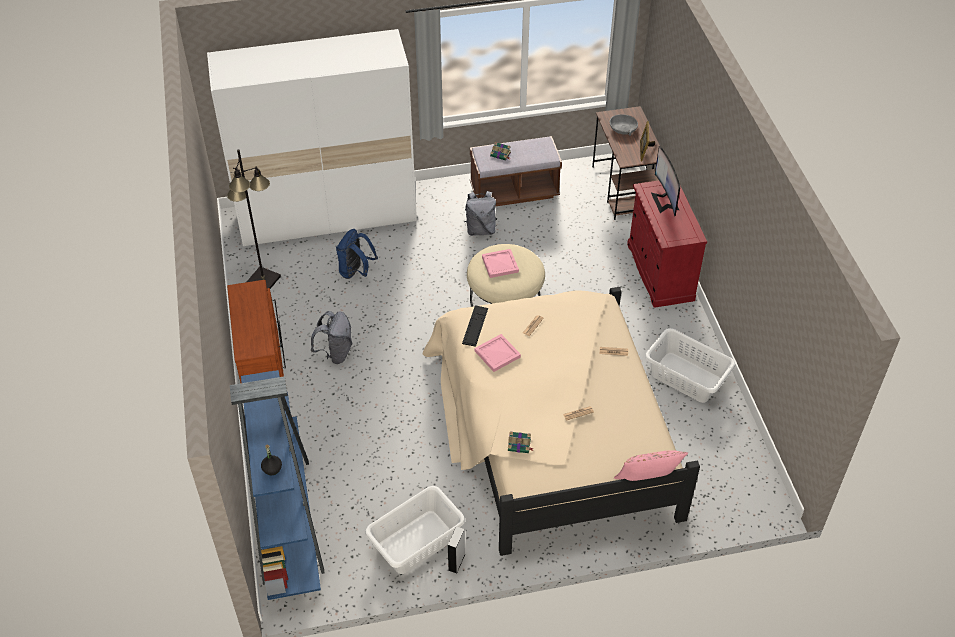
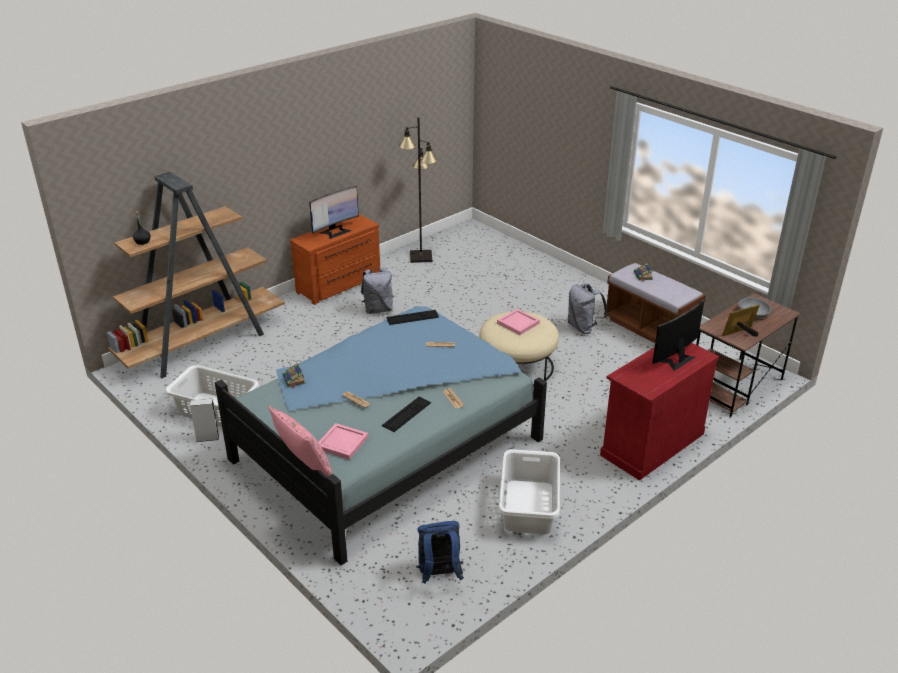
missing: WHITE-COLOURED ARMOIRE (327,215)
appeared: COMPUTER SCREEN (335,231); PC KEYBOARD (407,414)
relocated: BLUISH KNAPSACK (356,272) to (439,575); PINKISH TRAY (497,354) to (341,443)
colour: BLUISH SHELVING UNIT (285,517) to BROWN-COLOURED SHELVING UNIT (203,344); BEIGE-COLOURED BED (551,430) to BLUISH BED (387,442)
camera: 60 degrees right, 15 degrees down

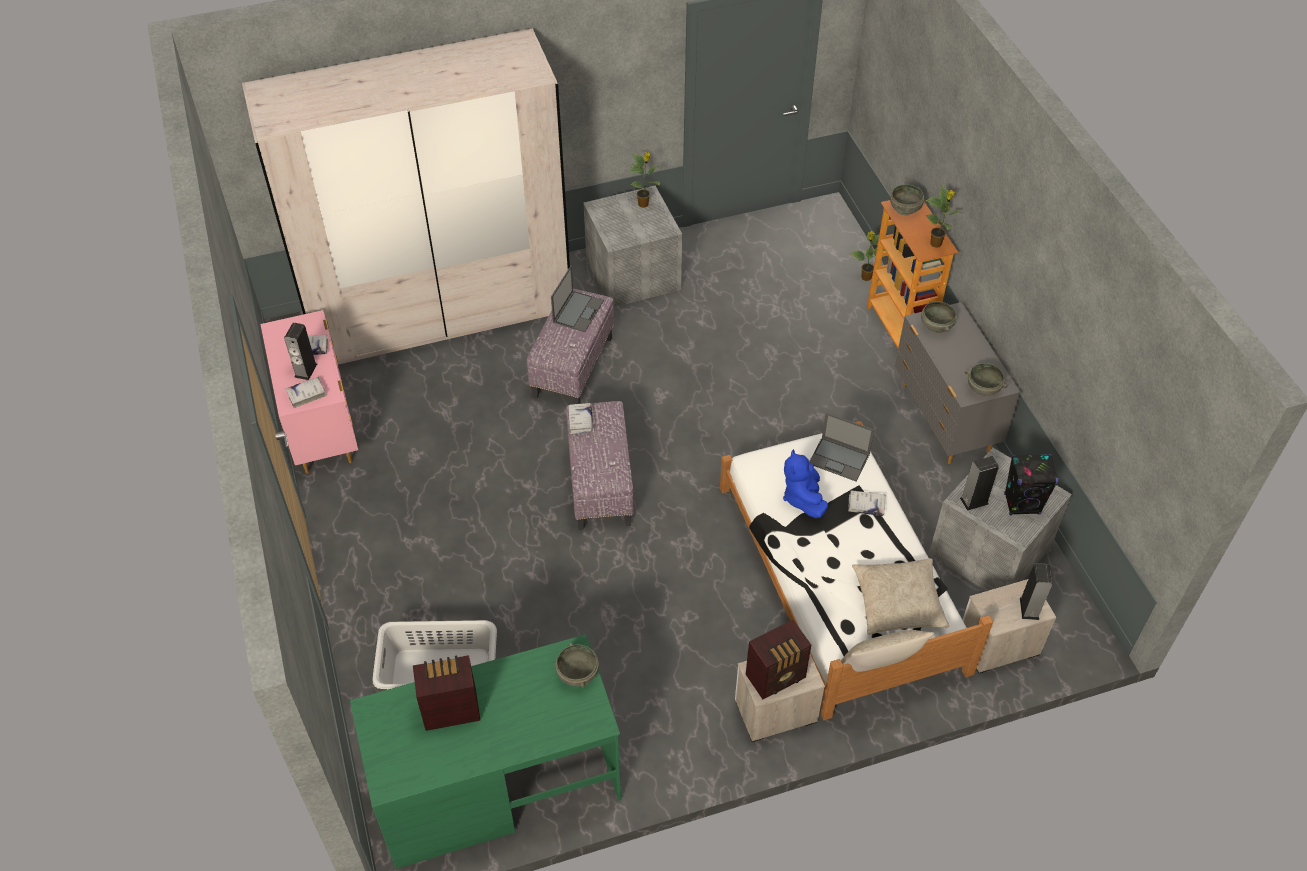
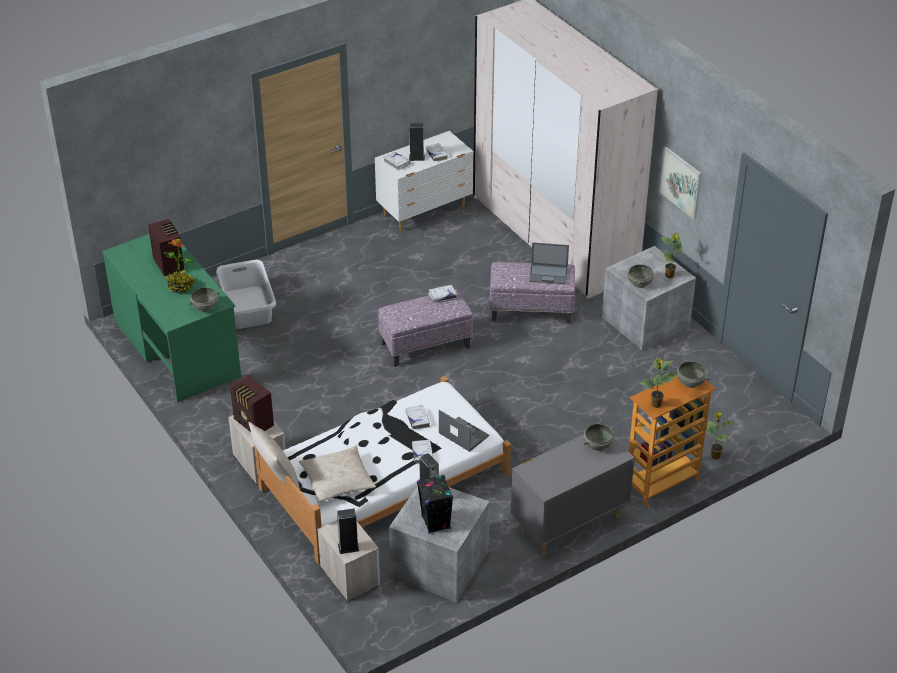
appeared: HOUSEPLANT (181,286); PICTURE (681,182)
relocated: GREYISH DEEP DISH (983,388) to (640,283)
exchanged: BLUISH CUDDLY TOY (803,498) to WHITE-COLOURED VOLUME (417,419)
colour: PINKISH CHEST OF DRAWERS (321,427) to WHITE-COLOURED CHEST OF DRAWERS (425,211)
spun: NOTEBOOK COMPUTER (839,459) = (463,434) 120 degrees clockwise
camera: 75 degrees right, 10 degrees down

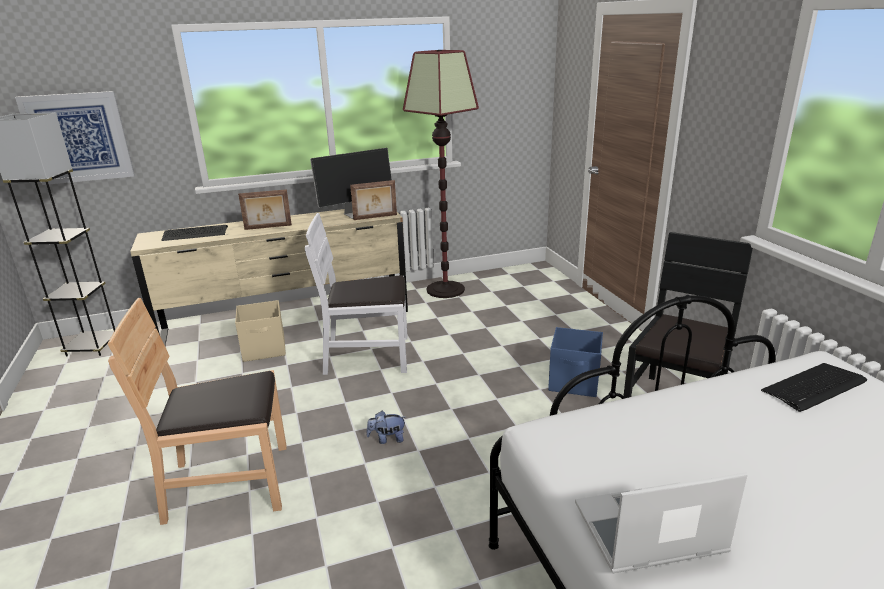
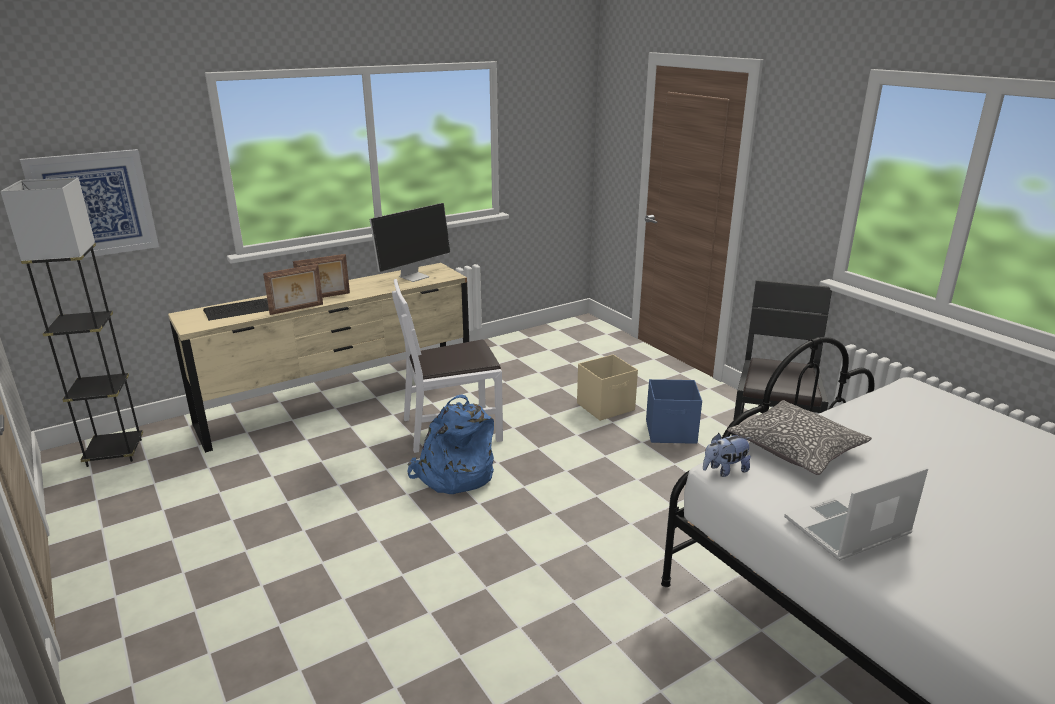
missing: BROWN-COLOURED PLAIN CHAIR (229,483); STANDARD LAMP (446,290); PC KEYBOARD (814,387)
appeared: BLUISH KNAPSACK (453,474); PILLOW (796,449)
relocated: BEIGE-COLOURED STORAGE CONTAINER (265,349) to (606,407); PHOTO FRAME (375,217) to (297,309); CUDDLY TOY (387,439) to (724,470)
camera: 15 degrees left, 0 degrees up

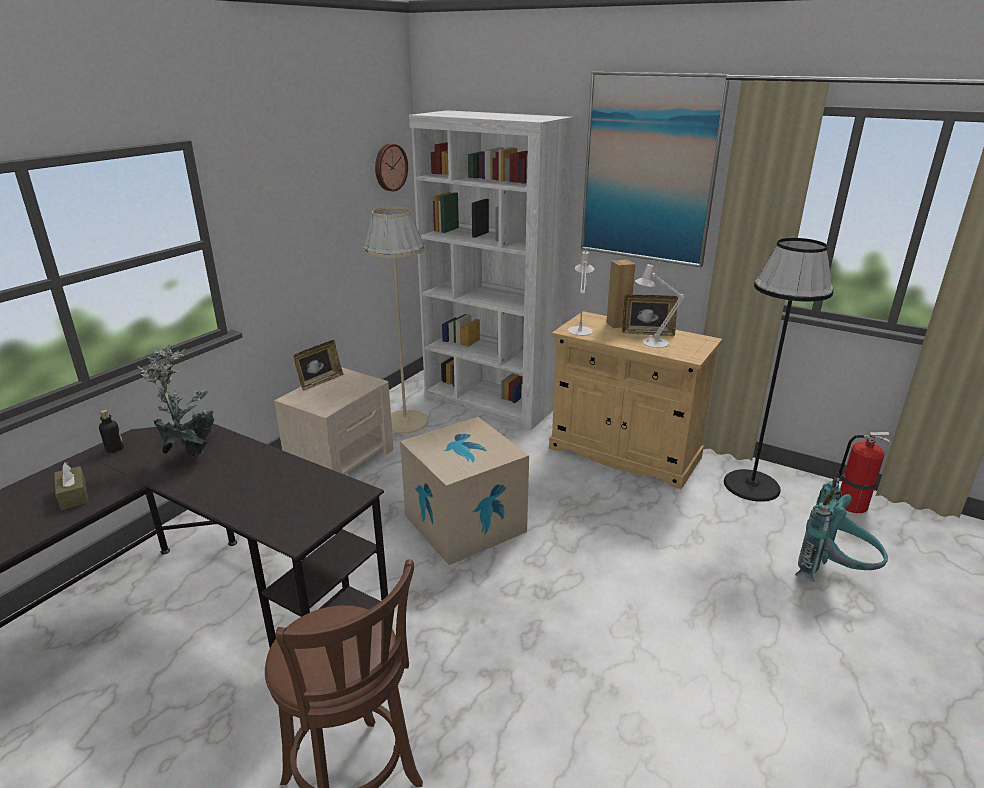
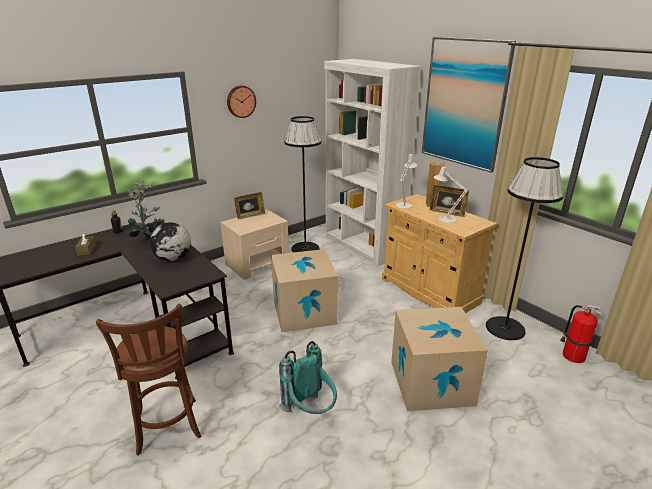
appeared: GLOBE (173,259); PACKING BOX (431,383)
relocated: CLOCK ON THE WALL (389,167) to (240,101); TURQUOISE KNAPSACK (833,574) to (311,411)
colour: BEIGE-COLOURED STANDARD LAMP (405,421) to BLACK-COLOURED STANDARD LAMP (305,248)
camera: 20 degrees right, 0 degrees up

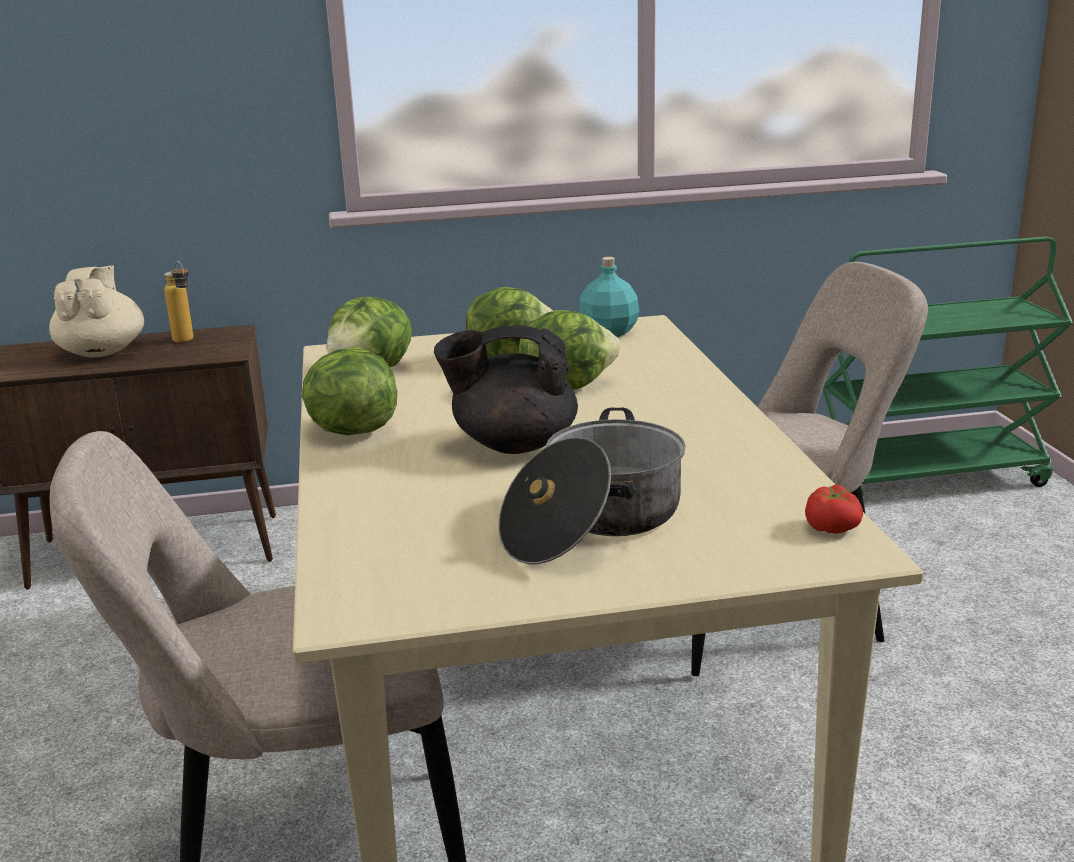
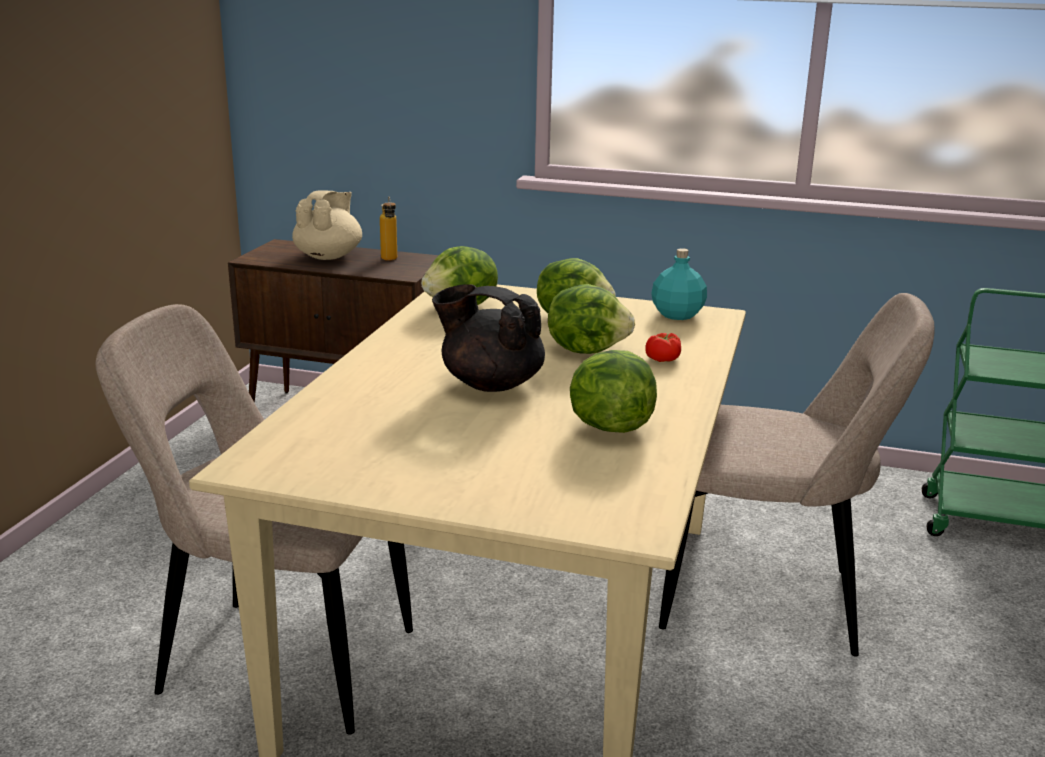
missing: SAUCEPOT (594,523)
relocated: LETTUCE HEAD (351,431) to (609,426); WHOLE TOMATO (833,527) to (663,359)
camera: 25 degrees right, 0 degrees up

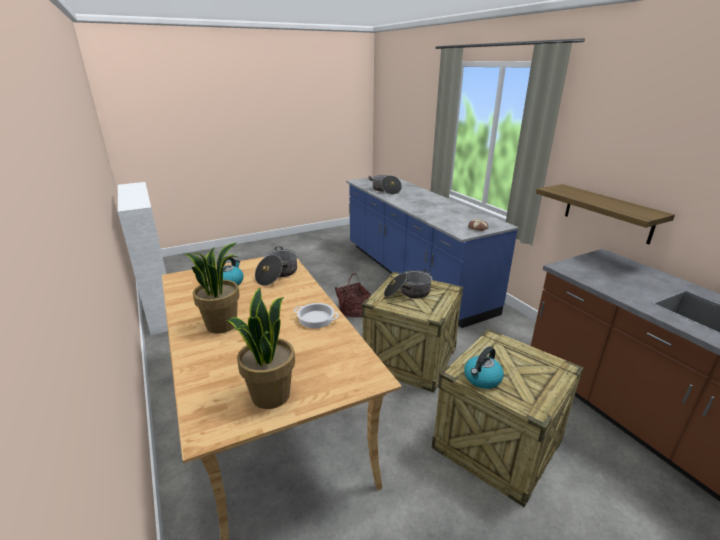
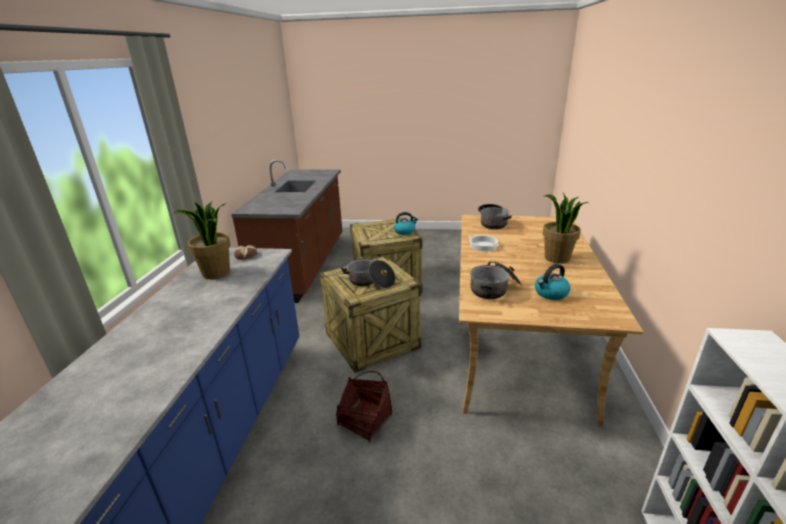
missing: BRACKET SHELF (608,213)
relocated: HOUSEPLANT (270,395) to (216,273); SAUCEPOT (385,190) to (492,223)
camera: 145 degrees left, 0 degrees up

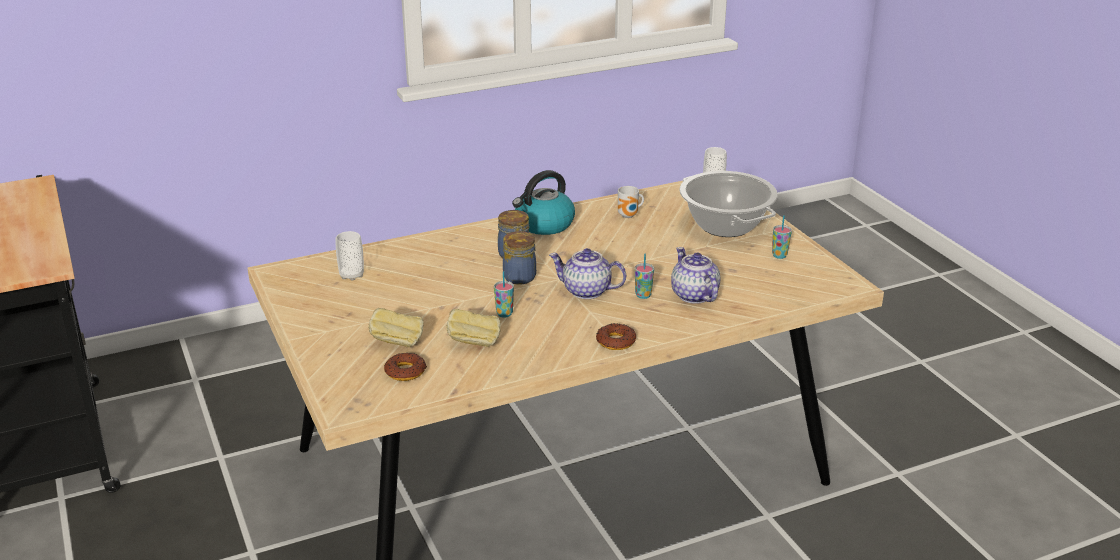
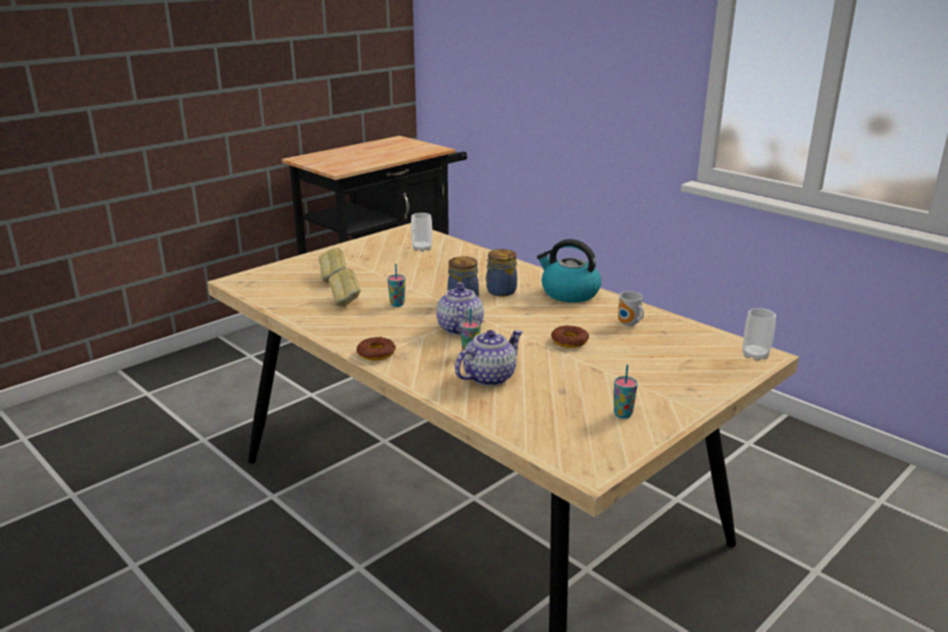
missing: SAUCEPOT (726,225)
relocated: DOUGHNUT (405,371) to (569,341)
camera: 70 degrees right, 5 degrees down

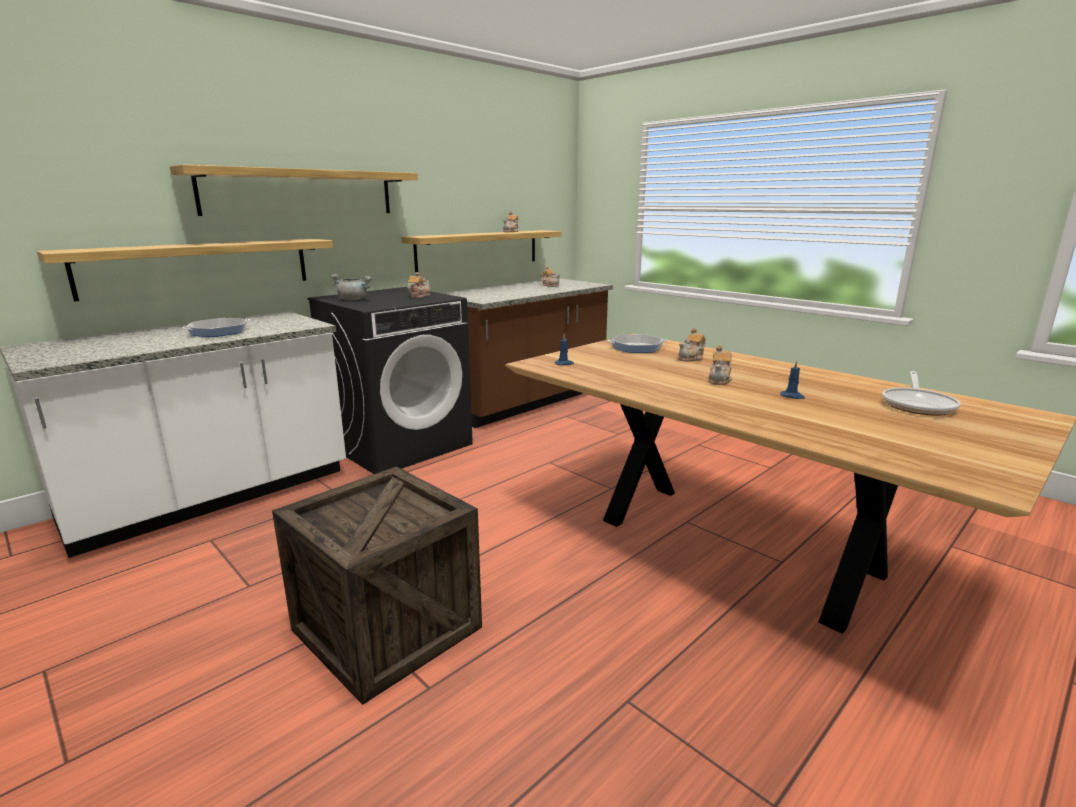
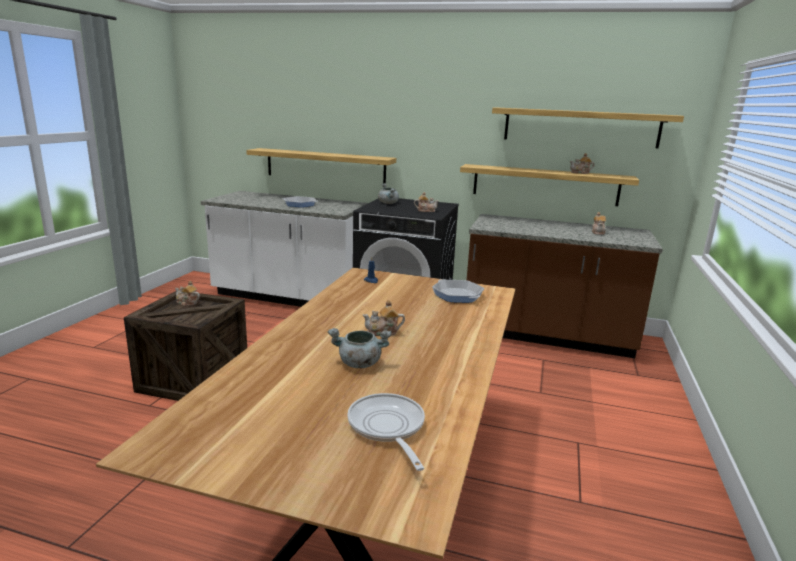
relocated: BRACKET SHELF (301,192) to (580,127); POT FOR TEA (691,358) to (187,303)
exchanged: BLUISH WAX CANDLE (792,396) to GREYISH SAUCEPOT (358,363)
spun: FRYING PAN (918,405) = (387,428) 75 degrees clockwise
camera: 60 degrees right, 0 degrees up

